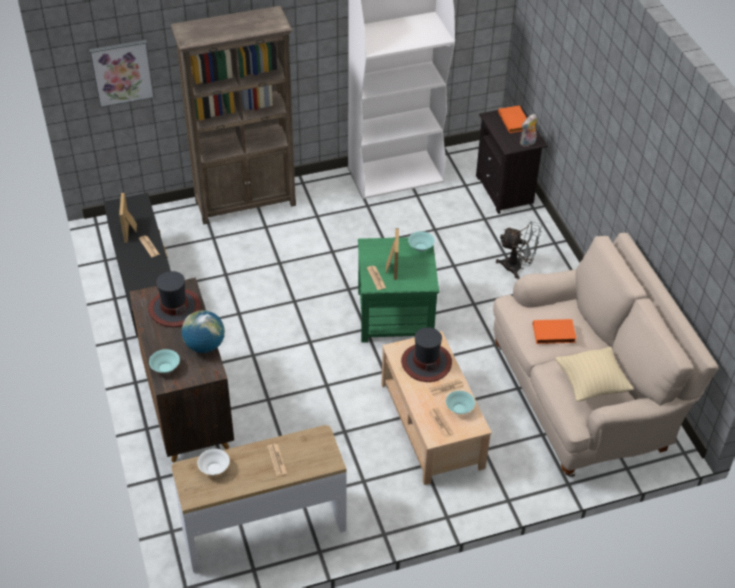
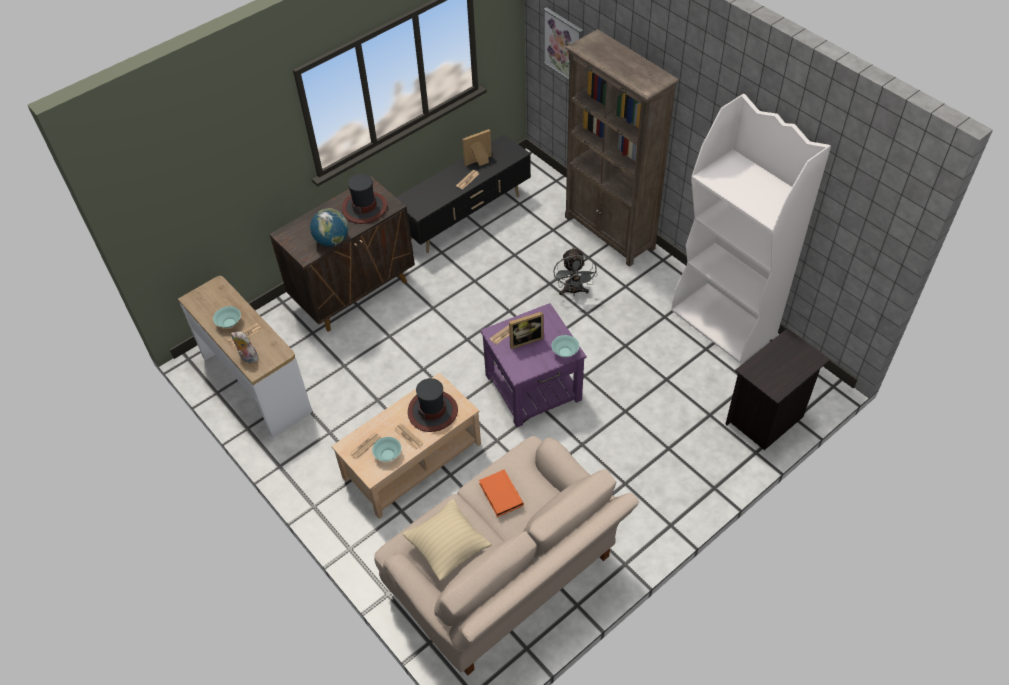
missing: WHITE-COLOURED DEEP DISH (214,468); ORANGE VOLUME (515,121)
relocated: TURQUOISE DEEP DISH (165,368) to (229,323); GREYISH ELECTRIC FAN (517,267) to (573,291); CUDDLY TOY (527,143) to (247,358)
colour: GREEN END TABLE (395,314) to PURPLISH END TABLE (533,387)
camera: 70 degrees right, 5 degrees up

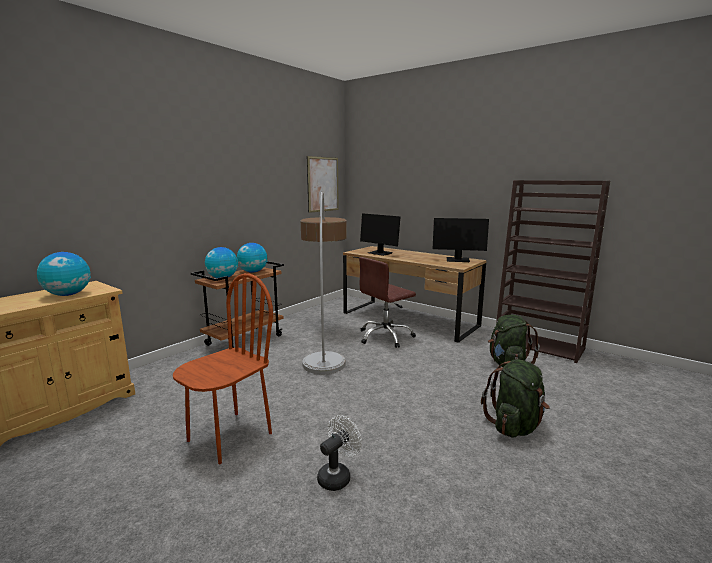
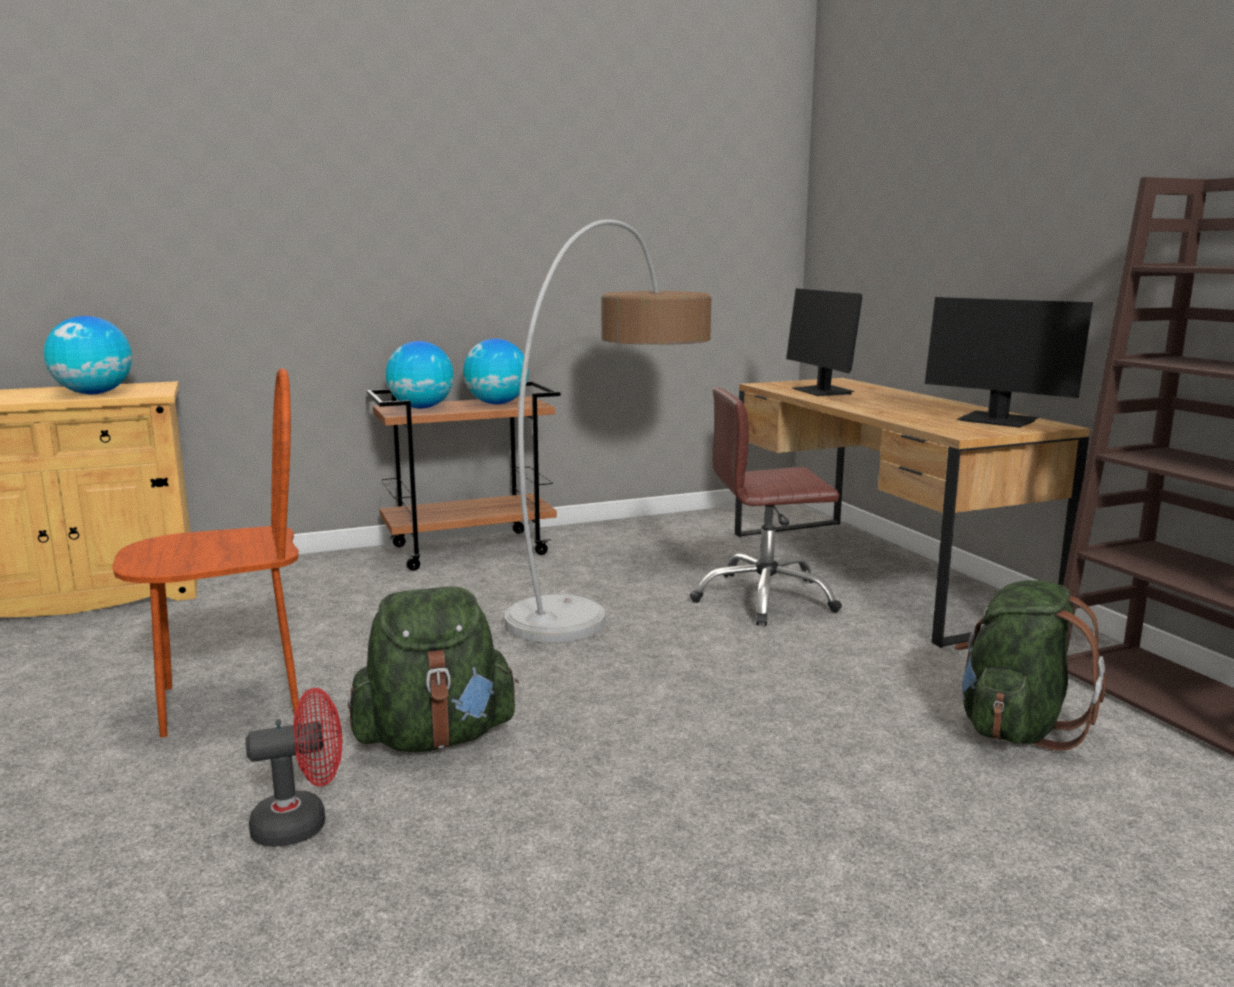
missing: PICTURE (323,184)
relocated: GREEN KNAPSACK (515,426) to (436,738)
colour: WHITE-COLOURED ELECTRIC FAN (337,476) to REDDISH ELECTRIC FAN (302,823)
camera: 30 degrees right, 0 degrees up

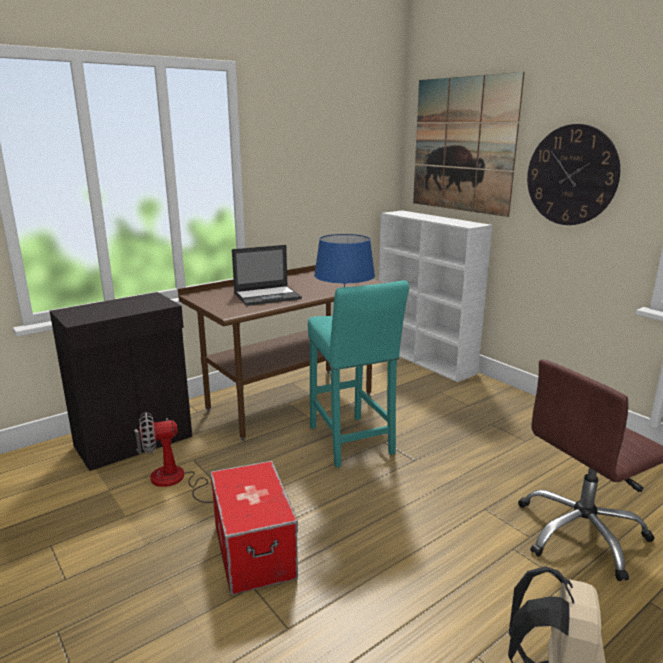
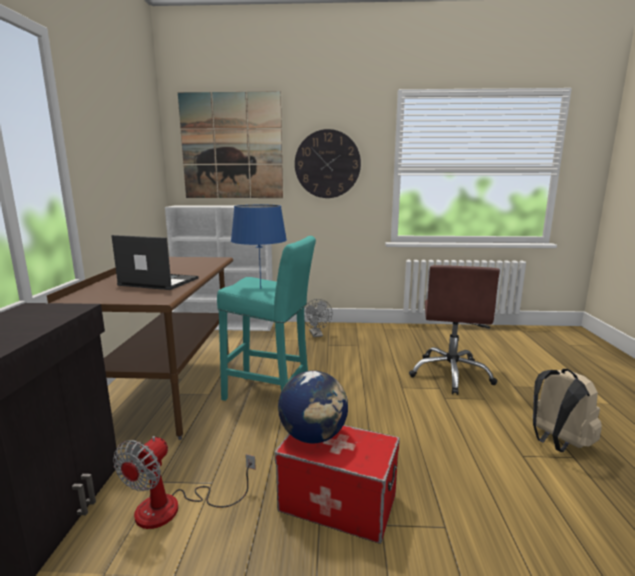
appeared: GLOBE (313,436); GREYISH ELECTRIC FAN (317,335)
spun: NOTEBOOK COMPUTER (268,296) = (158,282) 90 degrees counterclockwise
camera: 50 degrees left, 5 degrees down

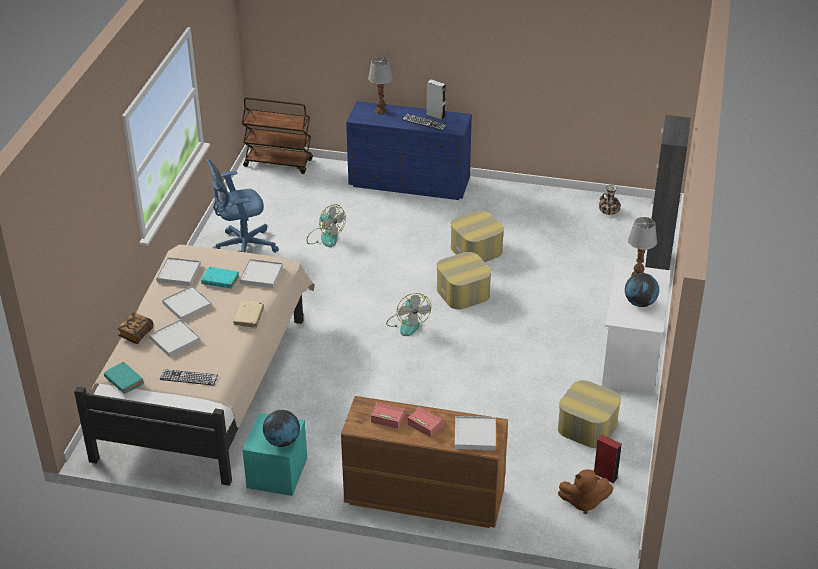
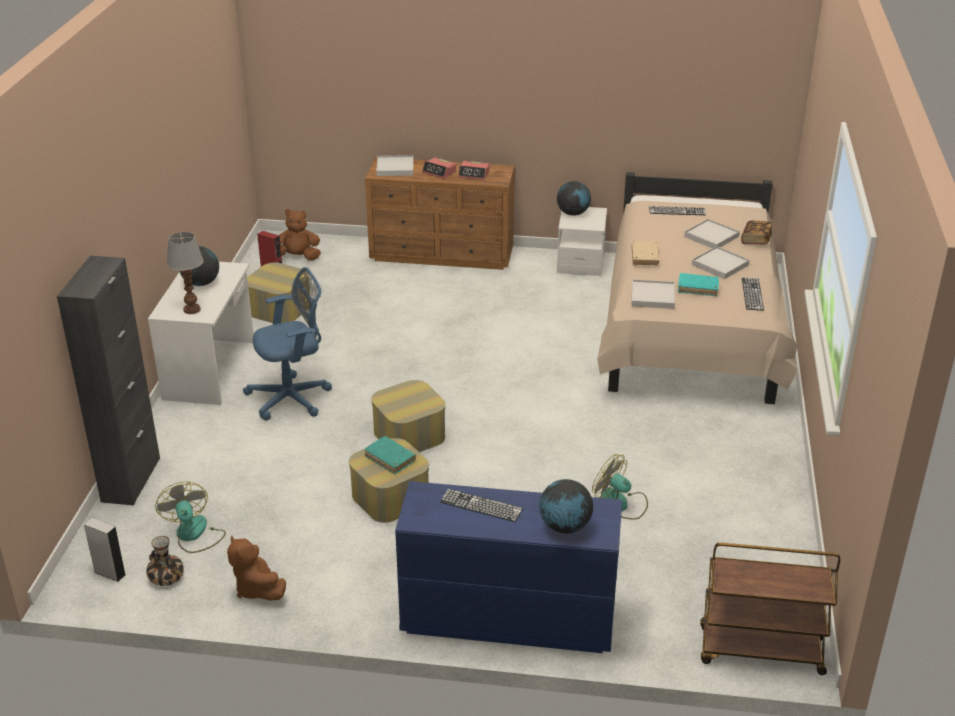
appeared: BROWN-COLOURED CUDDLY TOY (257,589)
relocated: TURQUOISE VOLUME (124,381) to (390,459); BLUISH DESK CHAIR (242,246) to (293,398); ELECTRIC FAN (407,324) to (194,535); GREYISH AUDIO SPEAKER (435,116) to (110,573)
exchanged: WHITE-COLOURED TRAY (179,273) to PC KEYBOARD (752,294); TABLE LAMP (381,111) to GLOBE (564,527)
colour: TURQUOISE NIGHTSTAND (277,473) to WHITE-COLOURED NIGHTSTAND (580,263)
camera: 175 degrees right, 5 degrees down

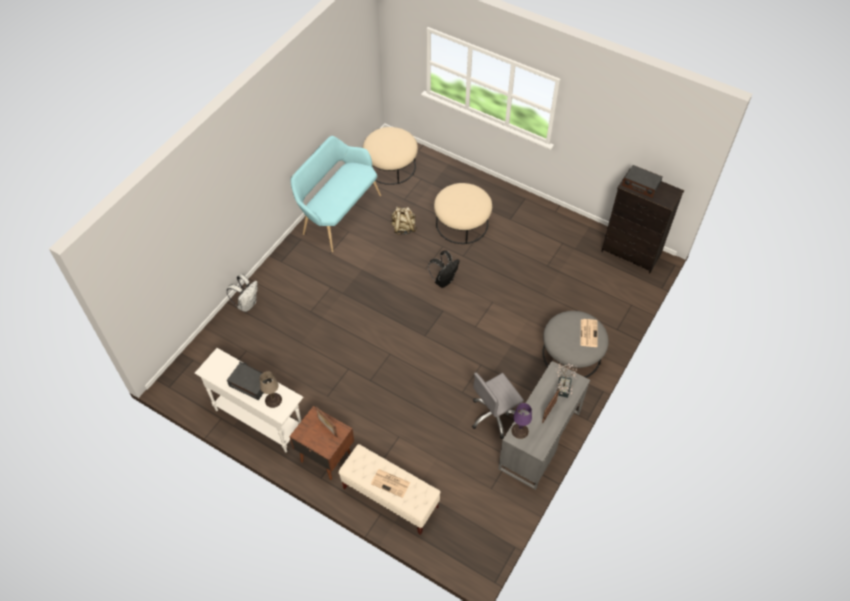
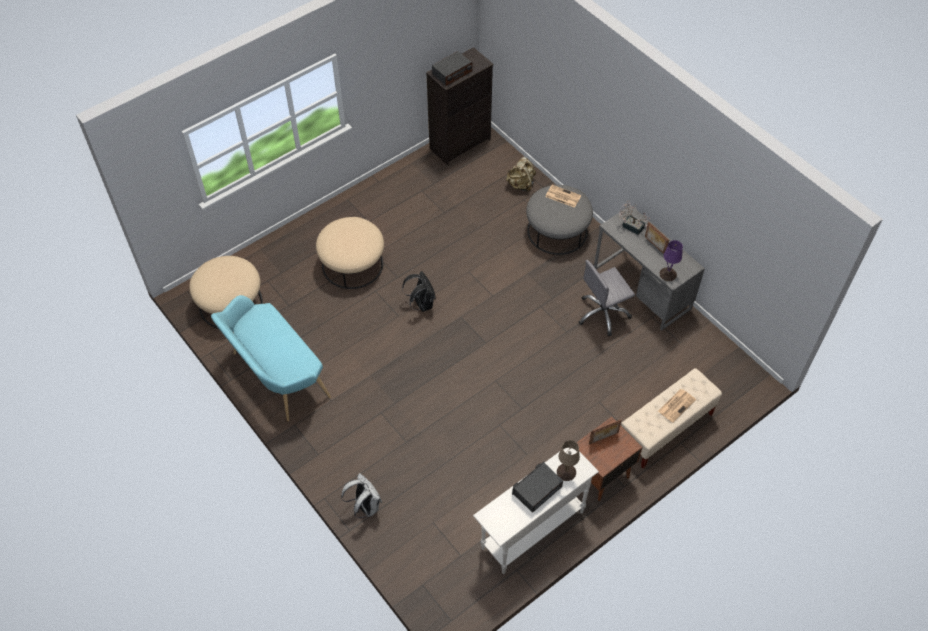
relocated: BEIGE-COLOURED KNAPSACK (403,228) to (521,184)
spun: GREYISH DESK CHAIR (494,416) = (603,314) 75 degrees clockwise
camera: 70 degrees left, 0 degrees up

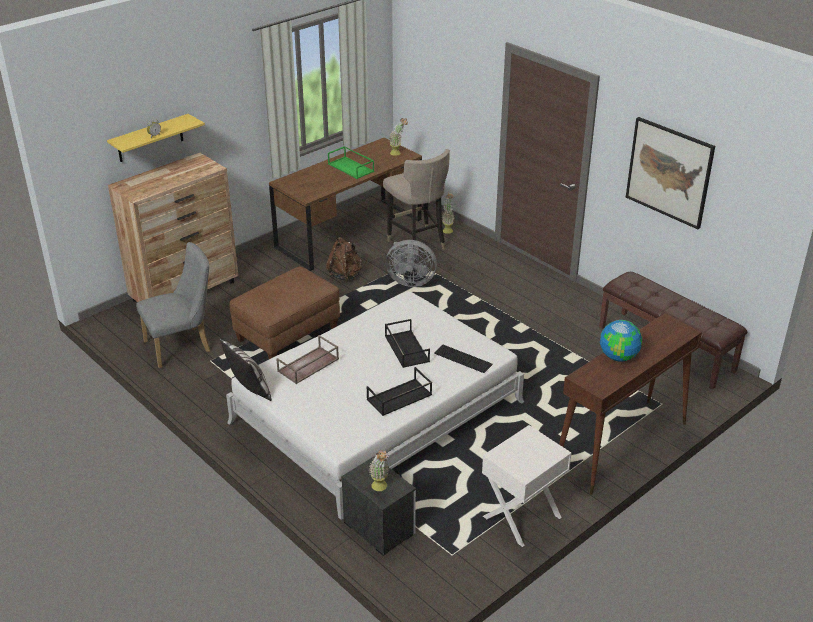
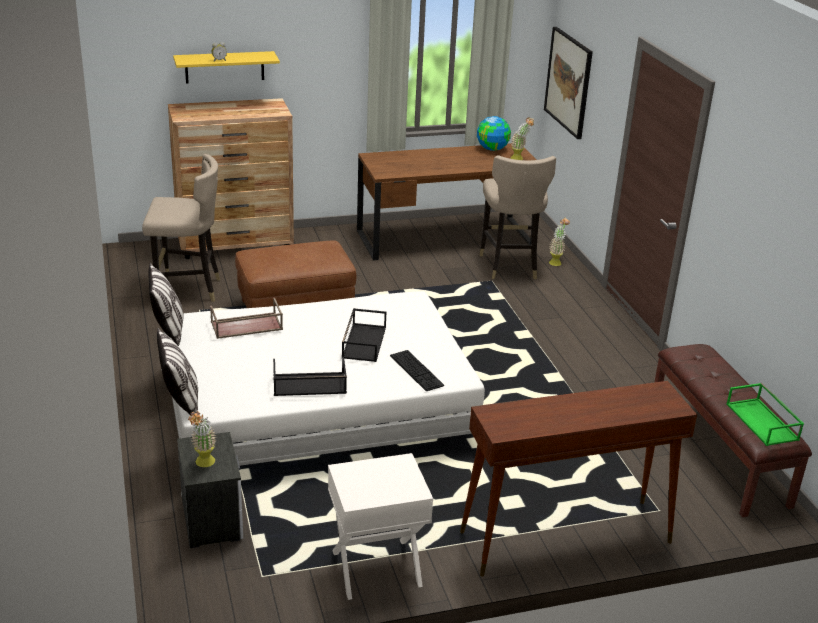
missing: BROWN-COLOURED KNAPSACK (345,275); GREYISH ELECTRIC FAN (410,281)
appeared: PILLOW (181,401)
relocated: GREEN TRAY (351,168) to (763,422); GLOBE (618,356) to (492,149); PICTURE (669,172) to (568,82)
exchanged: GREYISH PLAIN CHAIR (182,346) to BEIGE-COLOURED STOOL (187,290)
camera: 25 degrees right, 5 degrees down

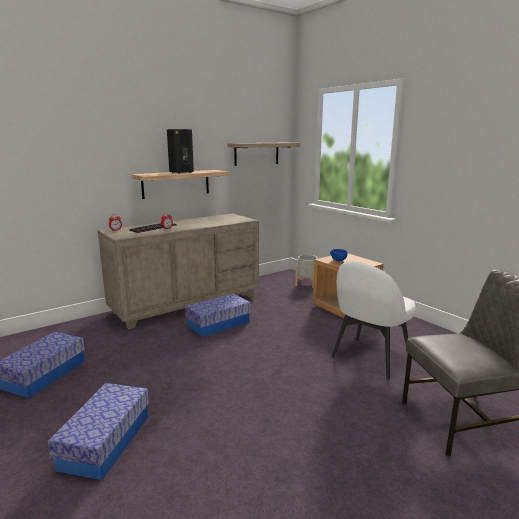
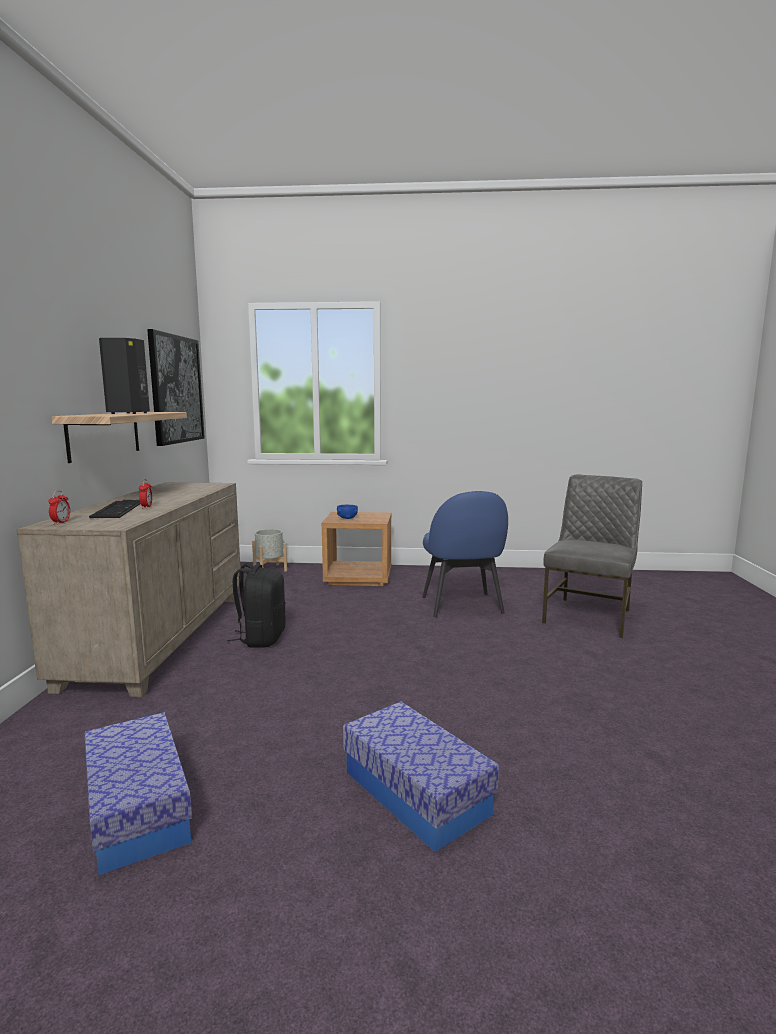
exchanged: STORAGE CONTAINER (218,324) to BLACK-COLOURED KNAPSACK (261,638); BRACKET SHELF (256,153) to PICTURE (176,389)
colour: WHITE-COLOURED PLAIN CHAIR (369,358) to BLUISH PLAIN CHAIR (462,606)
camera: 50 degrees left, 5 degrees down

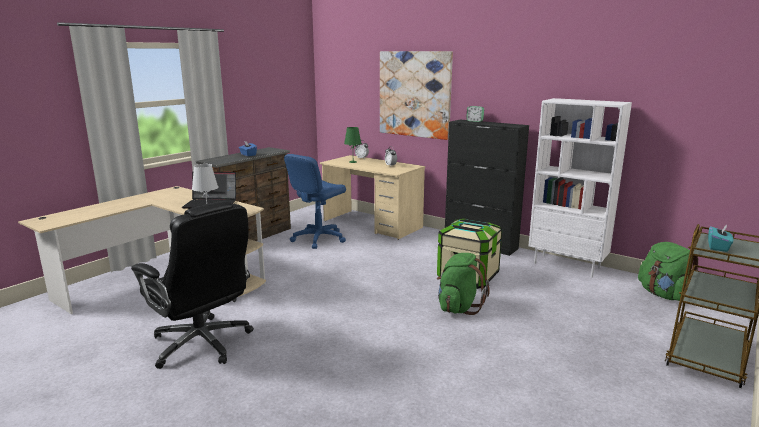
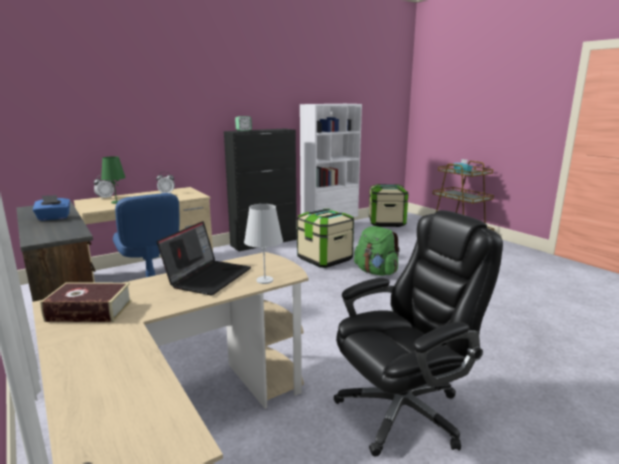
missing: PICTURE (414,94)
appeared: VOLUME (90,311)
exchanged: GREEN KNAPSACK (663,295) to STORAGE CONTAINER (386,222)
camera: 70 degrees left, 0 degrees up

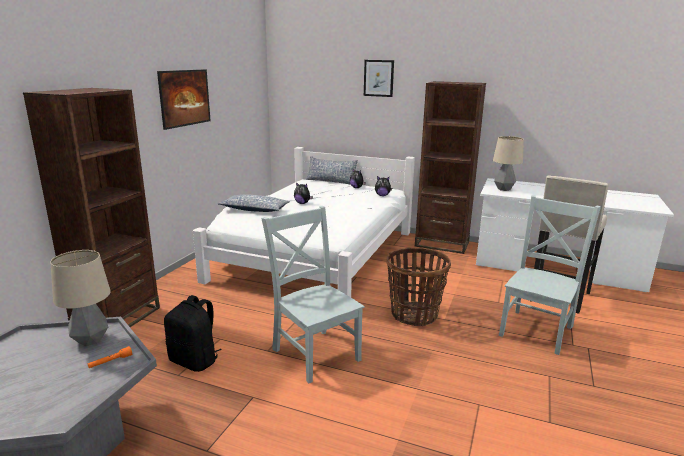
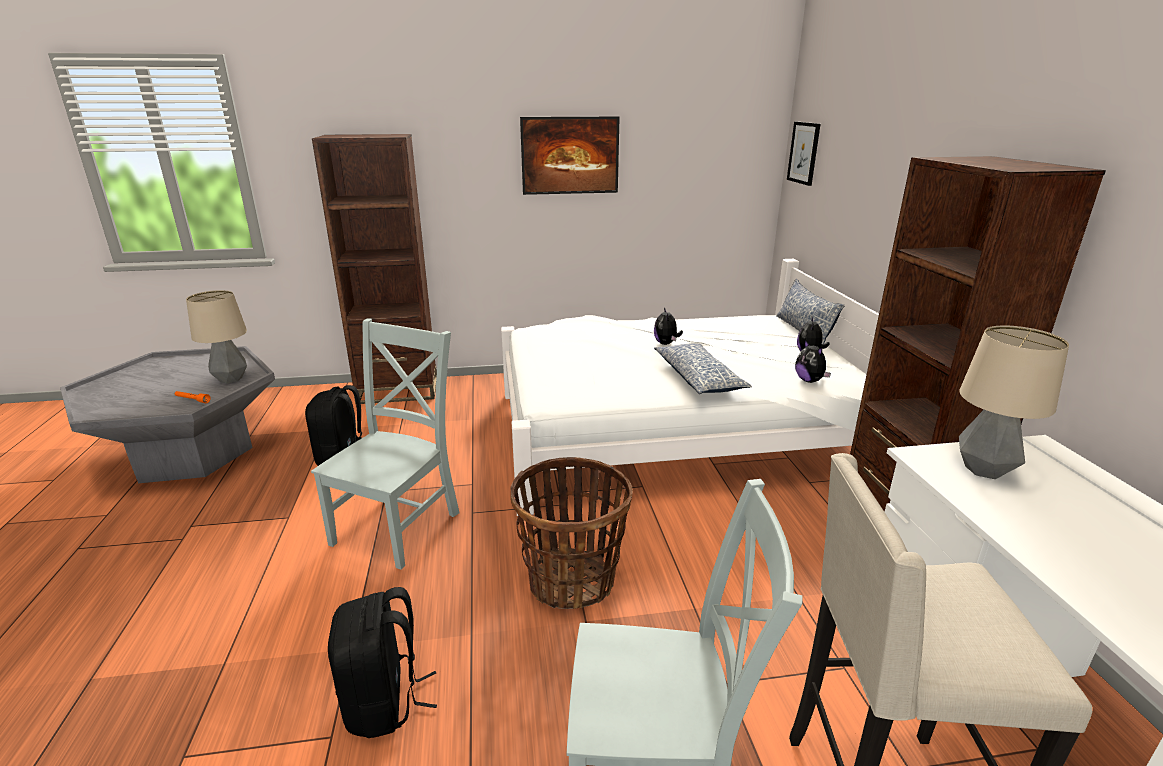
appeared: BLACK-COLOURED KNAPSACK (385,702)
relocated: PILLOW (254,210) to (698,378); PICTURE (378,78) to (804,153)
camera: 60 degrees right, 5 degrees up

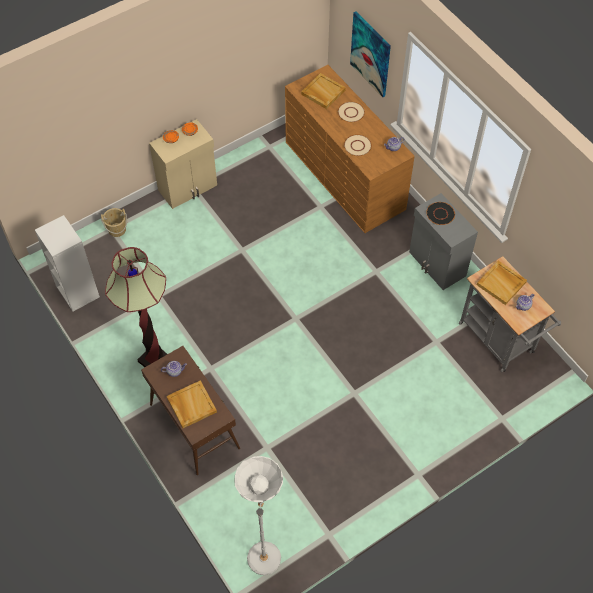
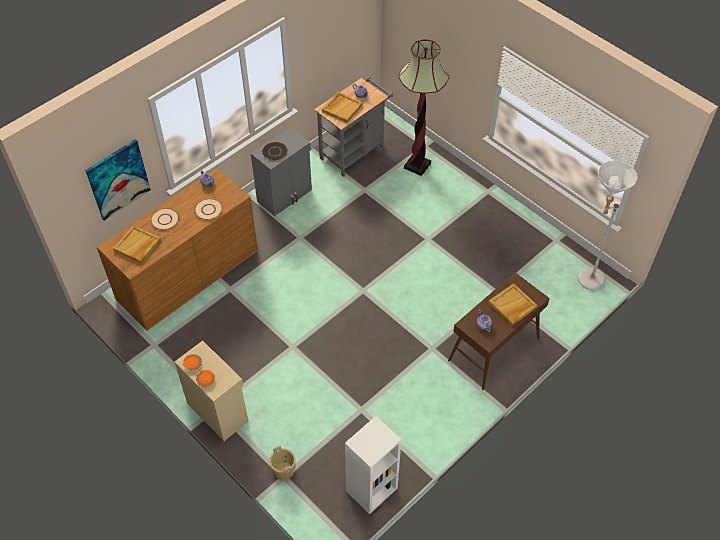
relocated: STANDARD LAMP (154,360) to (417,165)
camera: 100 degrees left, 5 degrees down

